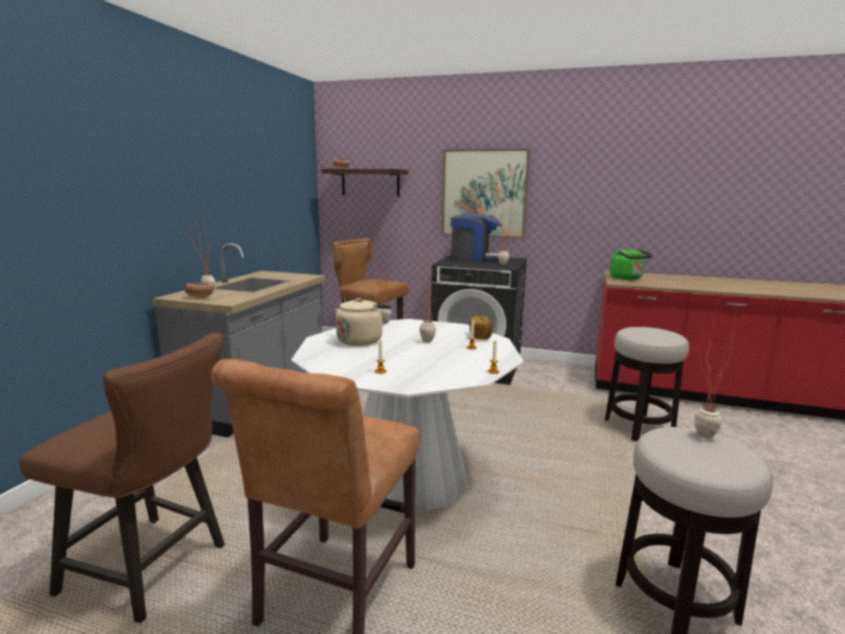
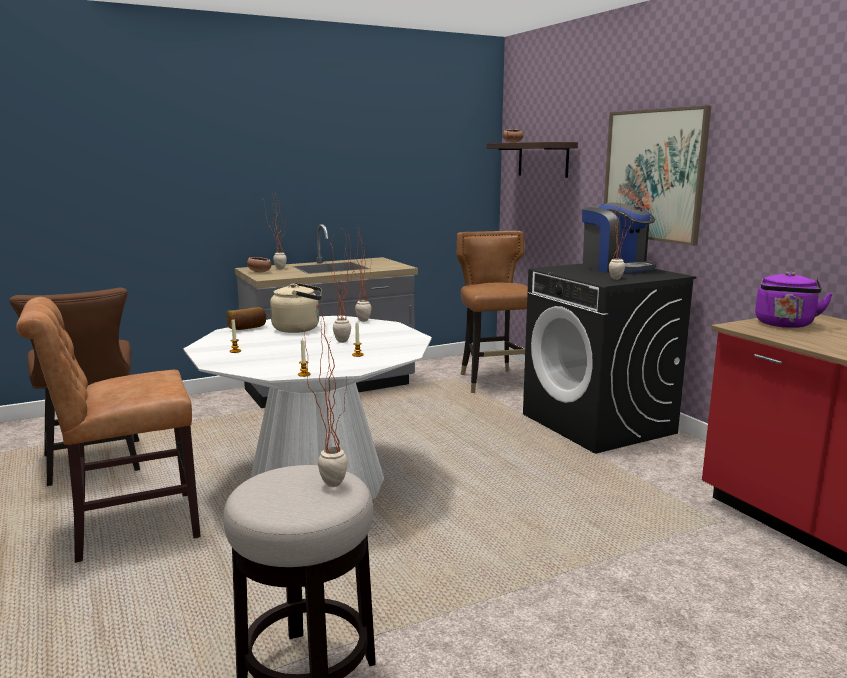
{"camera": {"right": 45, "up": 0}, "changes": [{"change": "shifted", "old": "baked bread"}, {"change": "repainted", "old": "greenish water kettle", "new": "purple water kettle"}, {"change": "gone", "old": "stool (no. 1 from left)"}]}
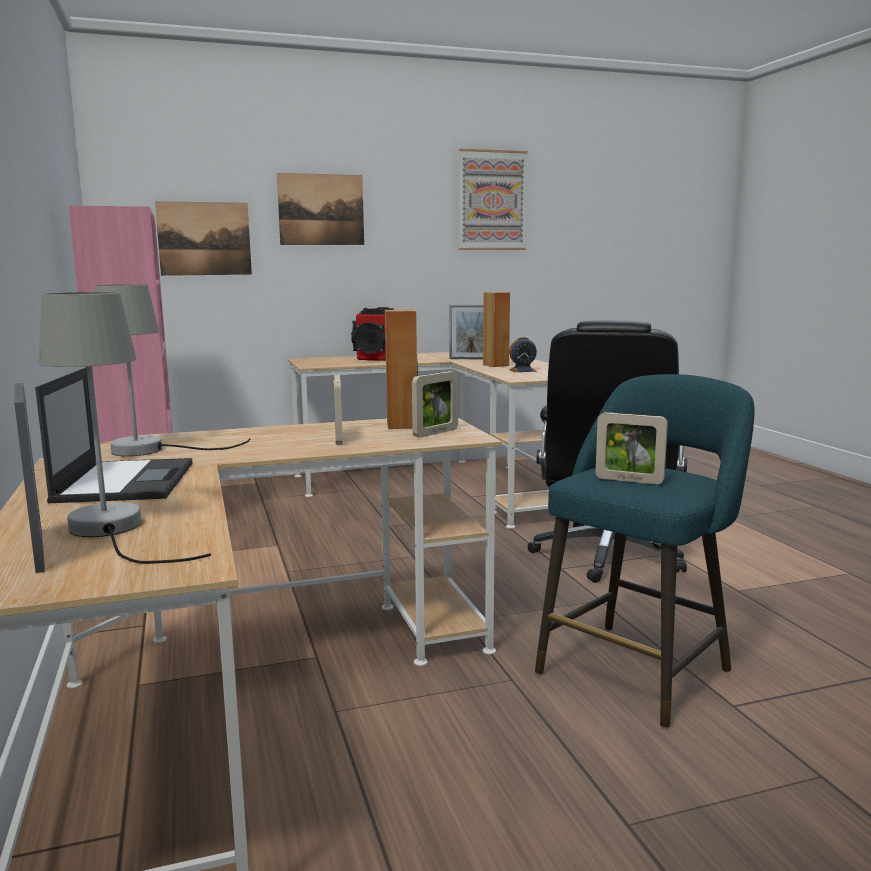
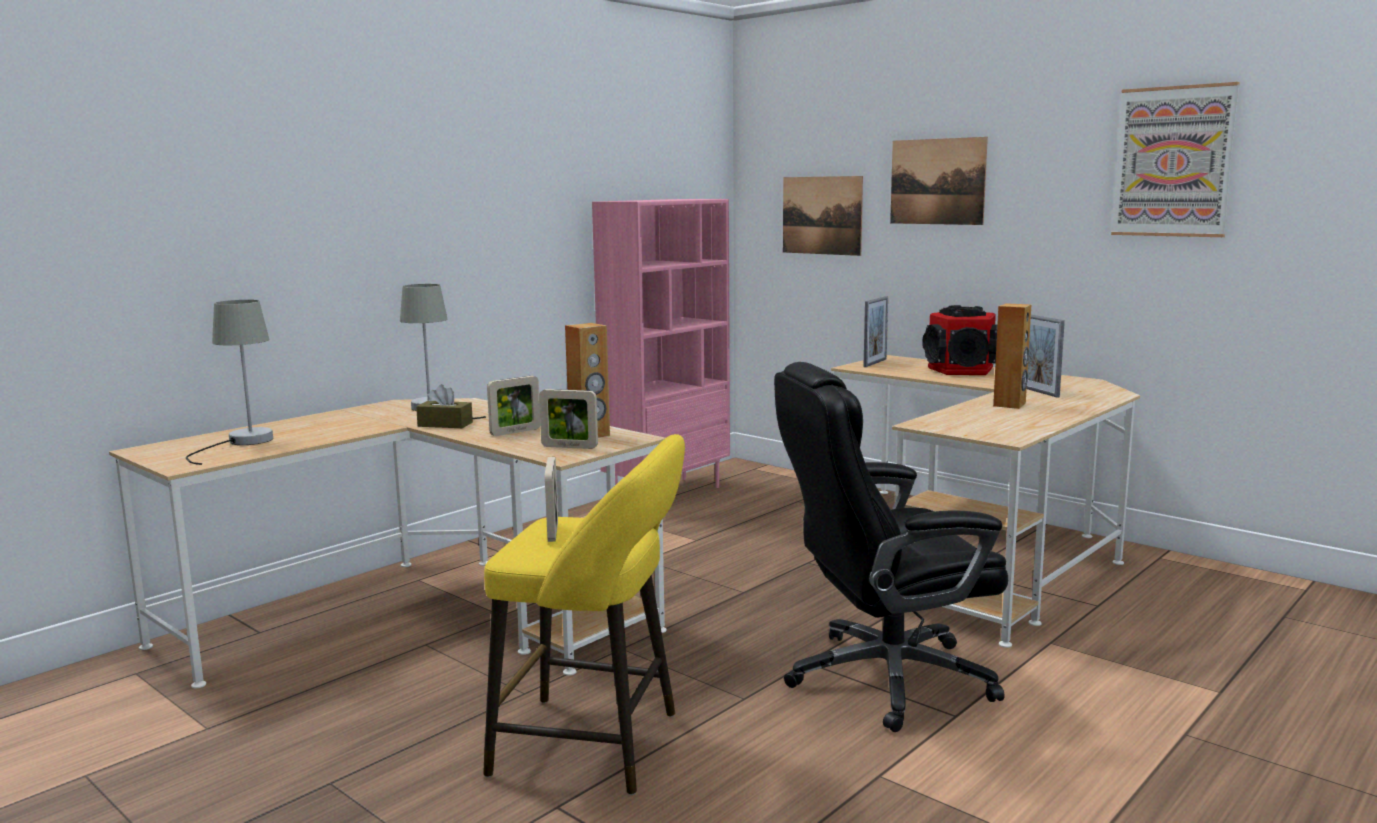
{"camera": {"right": 60, "up": 0}, "changes": [{"change": "new", "new": "brown tissue holder"}, {"change": "repainted", "old": "blue-green stool", "new": "yellow-coloured stool"}, {"change": "shifted", "old": "picture frame (no. 1 from left in the first image)", "new": "picture frame (no. 4 from left)"}, {"change": "gone", "old": "laptop"}, {"change": "gone", "old": "bedside clock"}]}
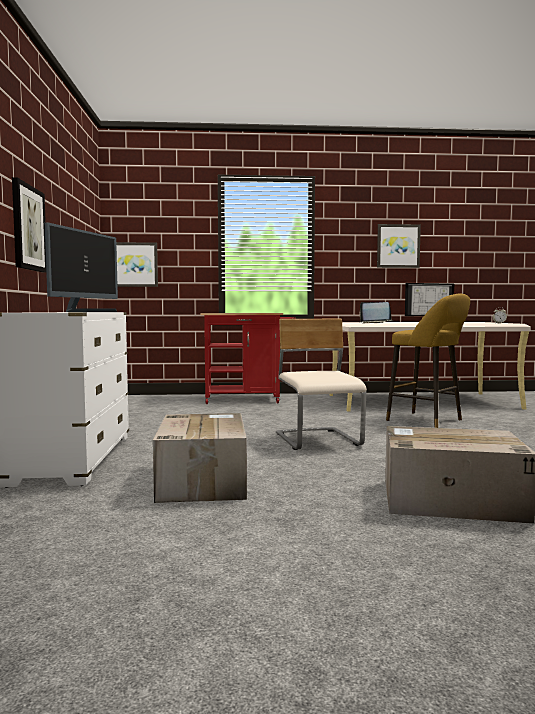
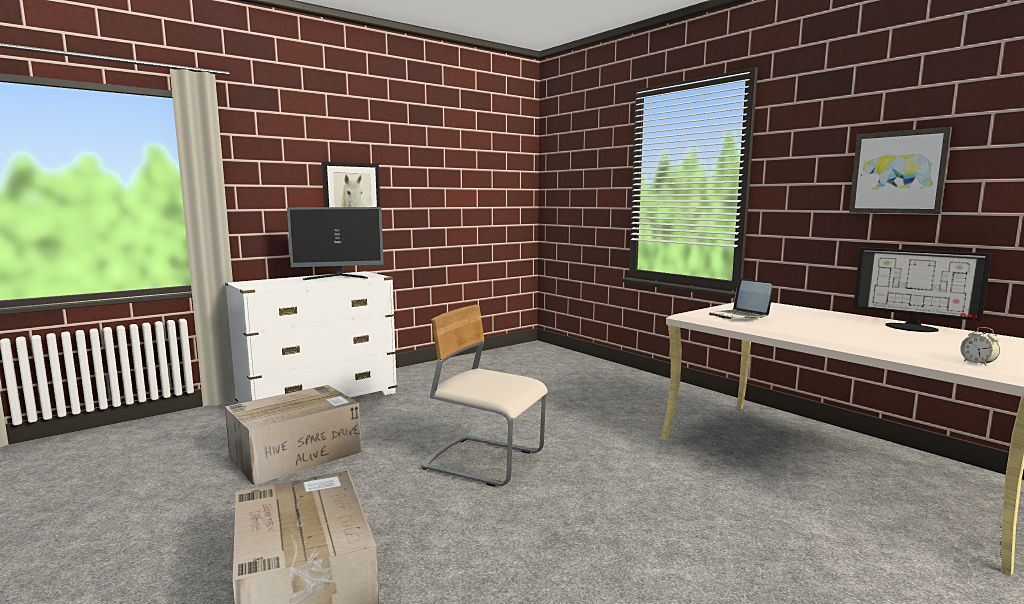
{"camera": {"right": 55, "up": 5}, "changes": [{"change": "rotated", "old": "beige-coloured chair", "degrees": -105}, {"change": "gone", "old": "wall art (no. 2 from left)"}, {"change": "gone", "old": "reddish trolley"}, {"change": "gone", "old": "yellow-coloured stool"}]}
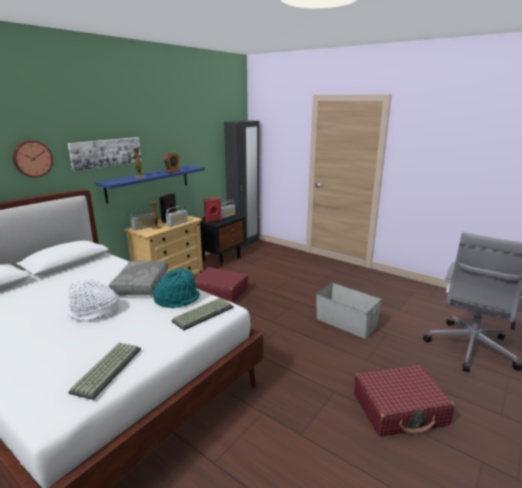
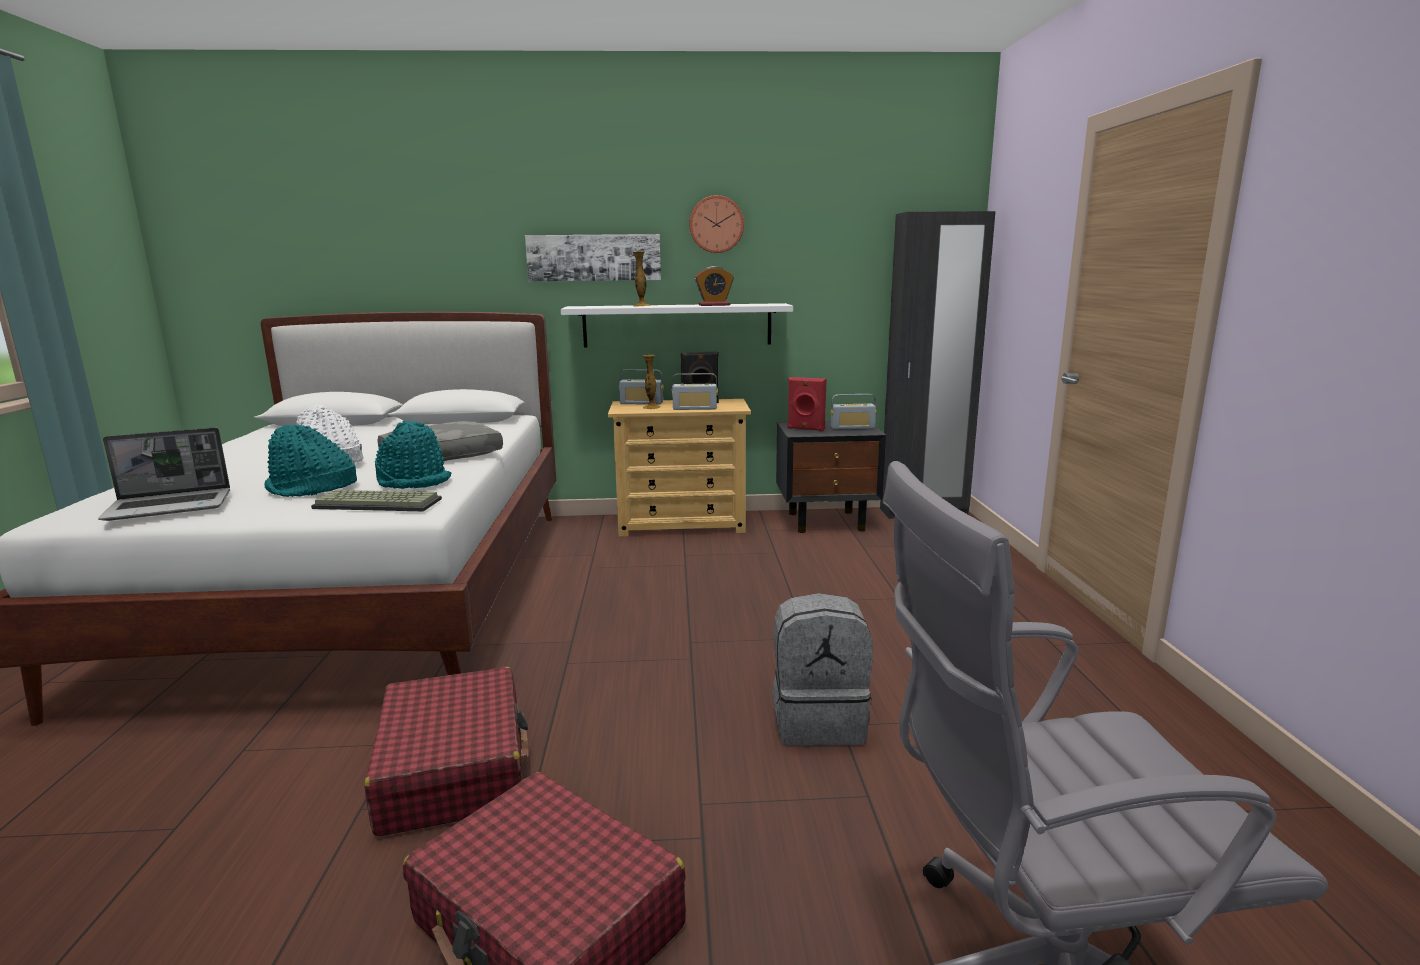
{"camera": {"right": 50, "up": -5}, "changes": [{"change": "swapped", "old": "PC keyboard (no. 1 from left)", "new": "laptop"}, {"change": "new", "new": "blue-green clothing hat (no. 1 from left)"}, {"change": "shifted", "old": "reddish piece of luggage (no. 1 from left)"}, {"change": "repainted", "old": "blue-coloured bracket shelf", "new": "whitish bracket shelf"}, {"change": "shifted", "old": "clock on the wall"}, {"change": "swapped", "old": "grey storage bin", "new": "grey backpack"}]}
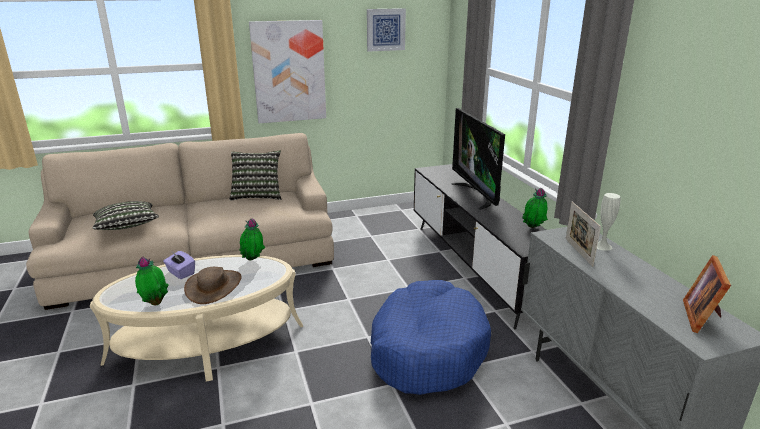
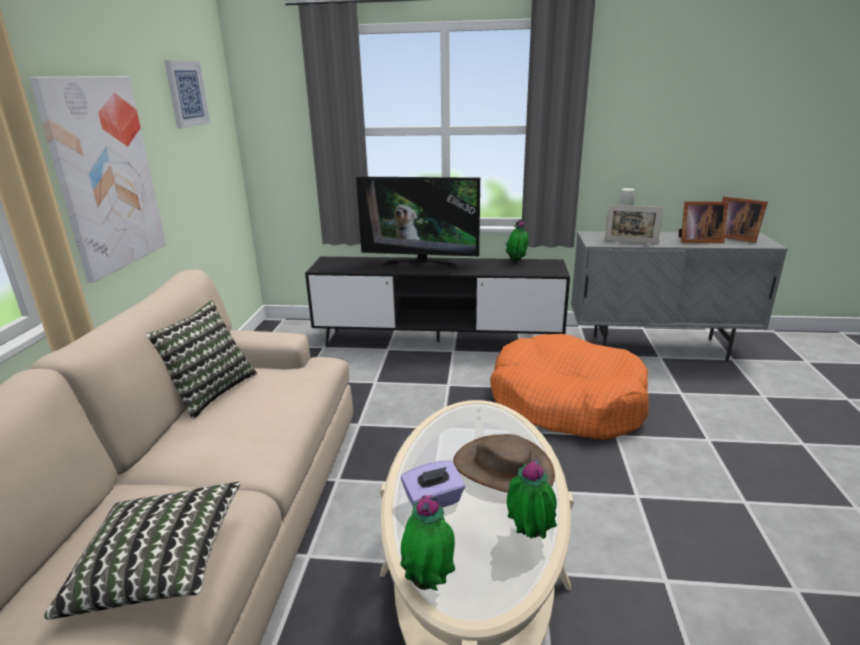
{"camera": {"right": -65, "up": 0}, "changes": [{"change": "shifted", "old": "potted plant (no. 2 from left in the first image)", "new": "potted plant (no. 1 from left)"}, {"change": "repainted", "old": "blue-coloured pet bed", "new": "orange pet bed"}, {"change": "new", "new": "picture frame (no. 2 from left)"}]}
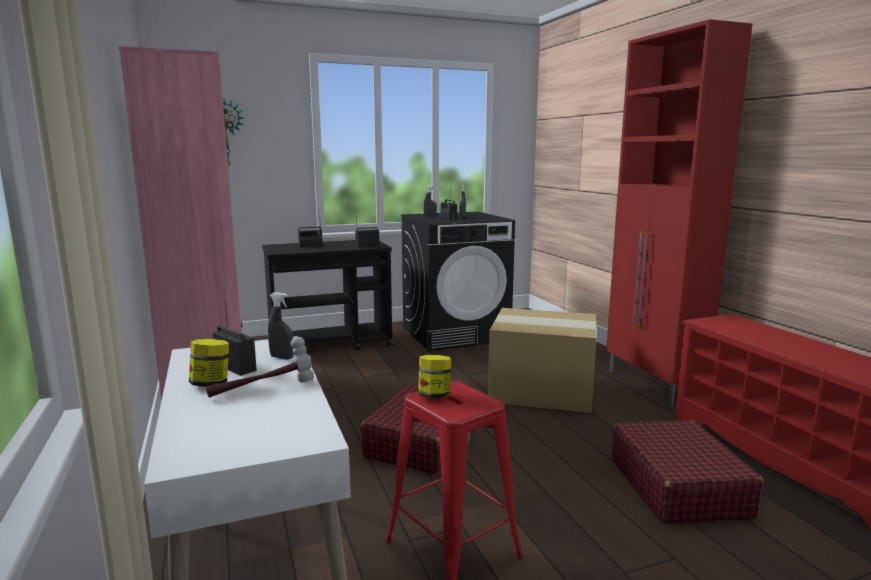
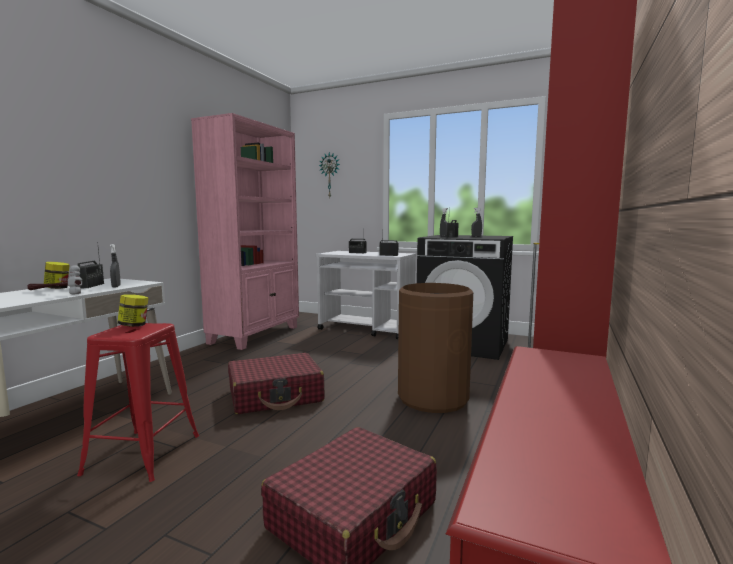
{"camera": {"right": 45, "up": -5}, "changes": [{"change": "repainted", "old": "black-coloured trolley", "new": "whitish trolley"}, {"change": "swapped", "old": "cardboard box", "new": "brown waste bin"}]}
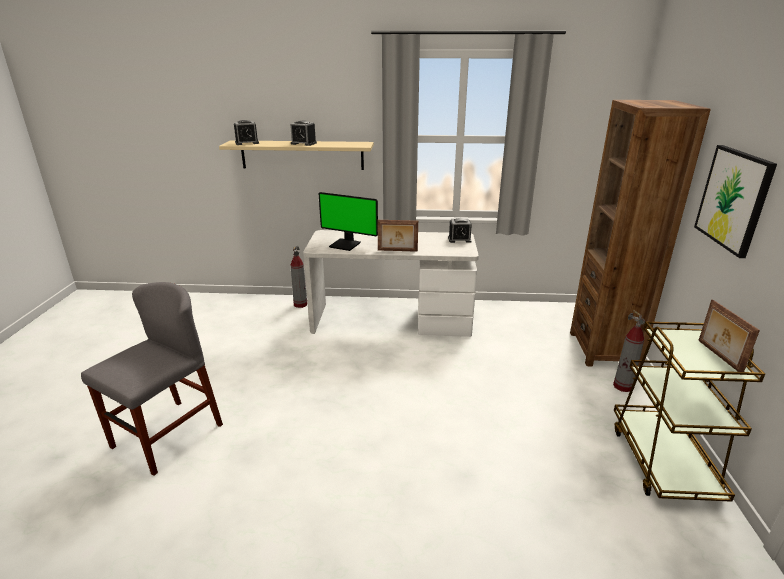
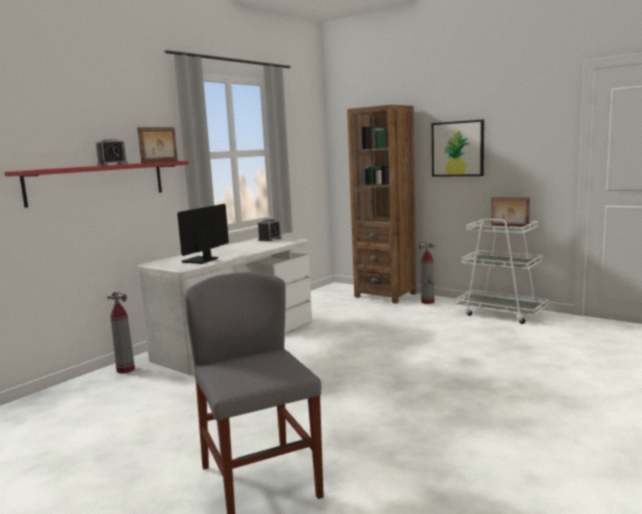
{"camera": {"right": -55, "up": -15}, "changes": [{"change": "repainted", "old": "beige-coloured bracket shelf", "new": "reddish bracket shelf"}, {"change": "shifted", "old": "picture frame (no. 1 from left)"}, {"change": "rotated", "old": "monitor", "degrees": 150}, {"change": "repainted", "old": "brown trolley", "new": "whitish trolley"}, {"change": "gone", "old": "bedside clock (no. 1 from left)"}]}
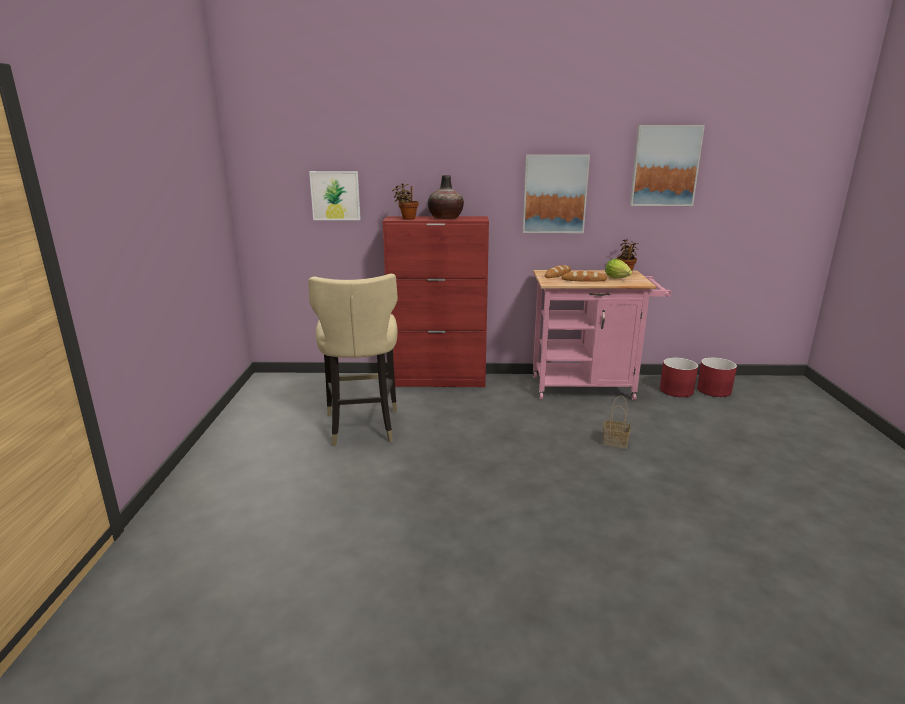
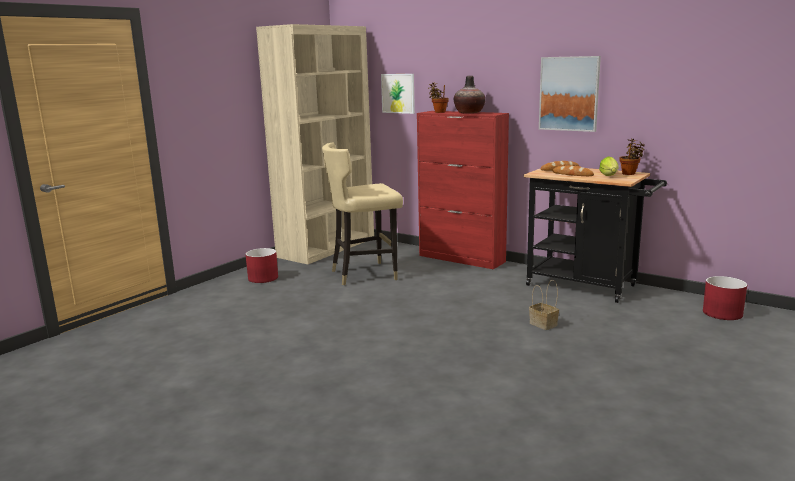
{"camera": {"right": 35, "up": -5}, "changes": [{"change": "shifted", "old": "reddish planter (no. 1 from left)"}, {"change": "new", "new": "beige-coloured bookcase"}, {"change": "rotated", "old": "beige-coloured chair", "degrees": 45}, {"change": "repainted", "old": "pink trolley", "new": "black-coloured trolley"}, {"change": "gone", "old": "wall art (no. 3 from left)"}]}
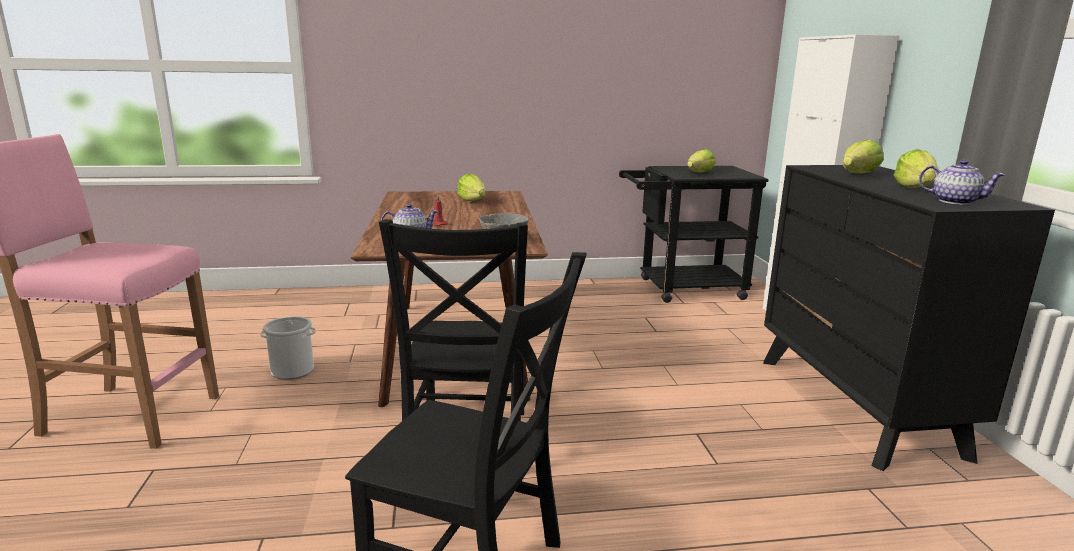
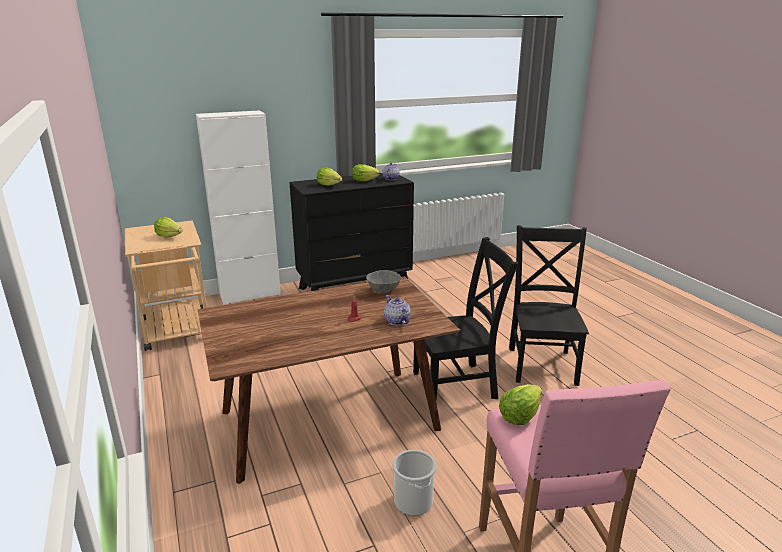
{"camera": {"right": -105, "up": 5}, "changes": [{"change": "repainted", "old": "black-coloured trolley", "new": "beige-coloured trolley"}, {"change": "shifted", "old": "head of lettuce (no. 1 from left in the first image)", "new": "head of lettuce (no. 4 from left)"}]}
